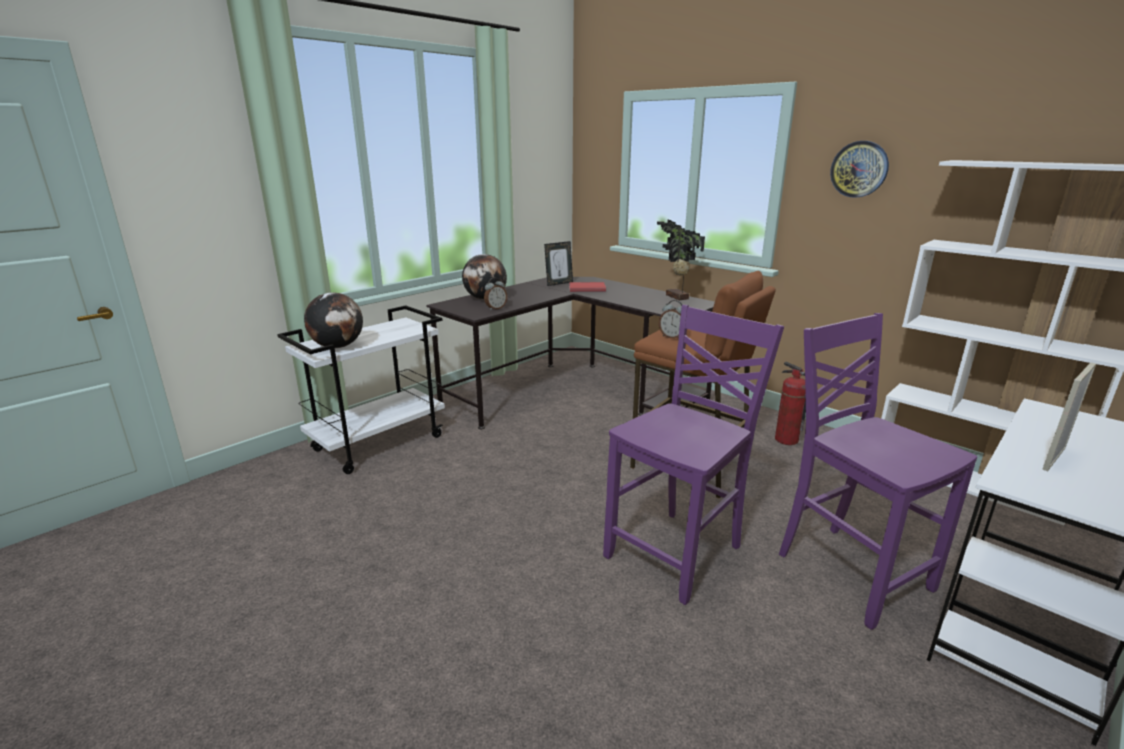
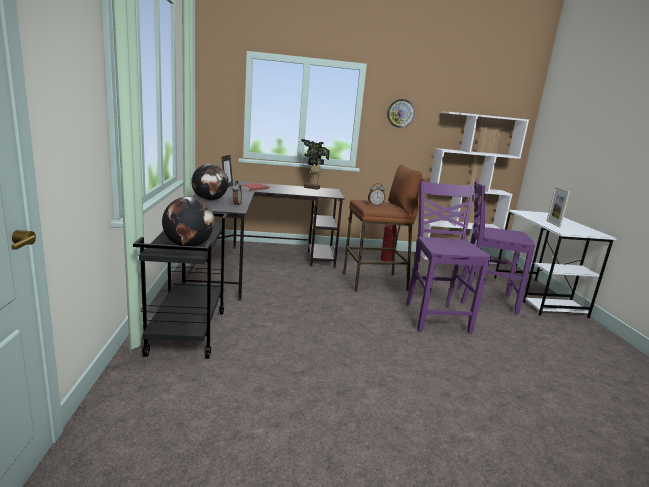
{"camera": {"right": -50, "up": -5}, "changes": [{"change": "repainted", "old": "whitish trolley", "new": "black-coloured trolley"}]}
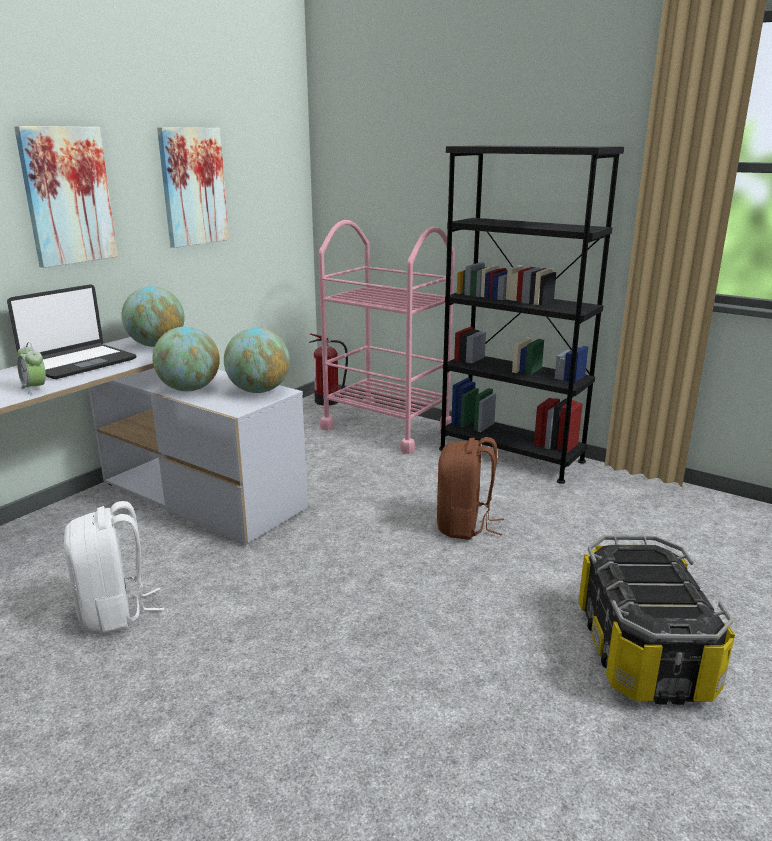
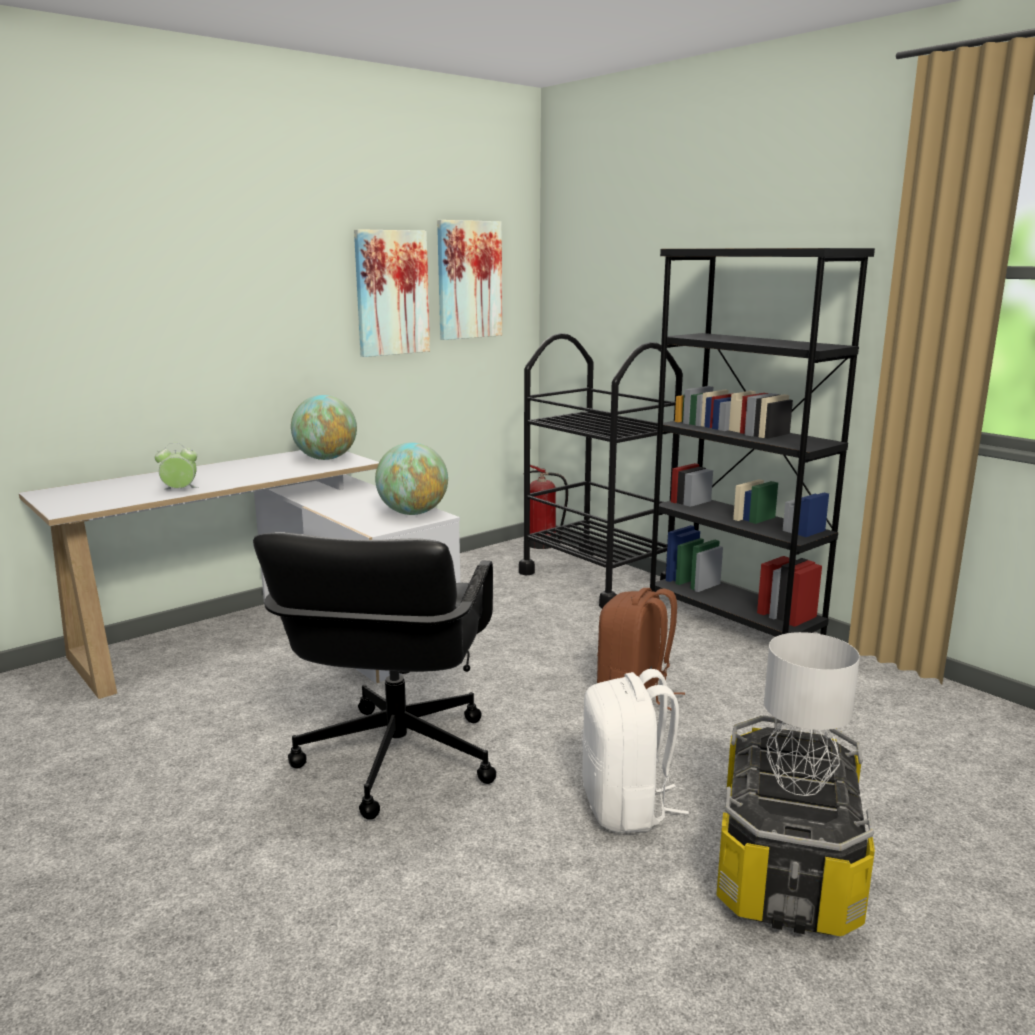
{"camera": {"right": 15, "up": -5}, "changes": [{"change": "rotated", "old": "bedside clock", "degrees": 105}, {"change": "new", "new": "black-coloured desk chair"}, {"change": "shifted", "old": "wall art (no. 1 from left in the first image)", "new": "wall art (no. 2 from left)"}, {"change": "repainted", "old": "pink trolley", "new": "black-coloured trolley"}, {"change": "shifted", "old": "whitish backpack"}, {"change": "new", "new": "grey table lamp"}, {"change": "gone", "old": "laptop"}, {"change": "gone", "old": "globe (no. 2 from left)"}]}
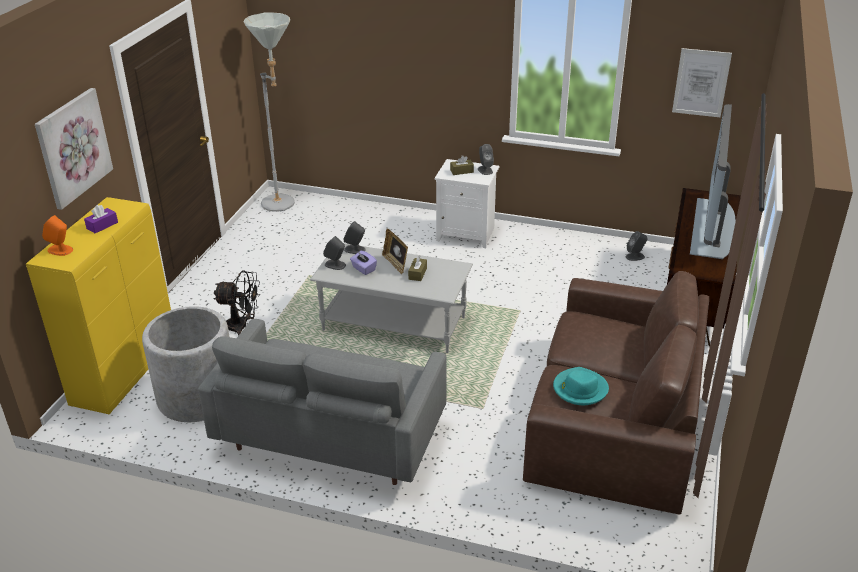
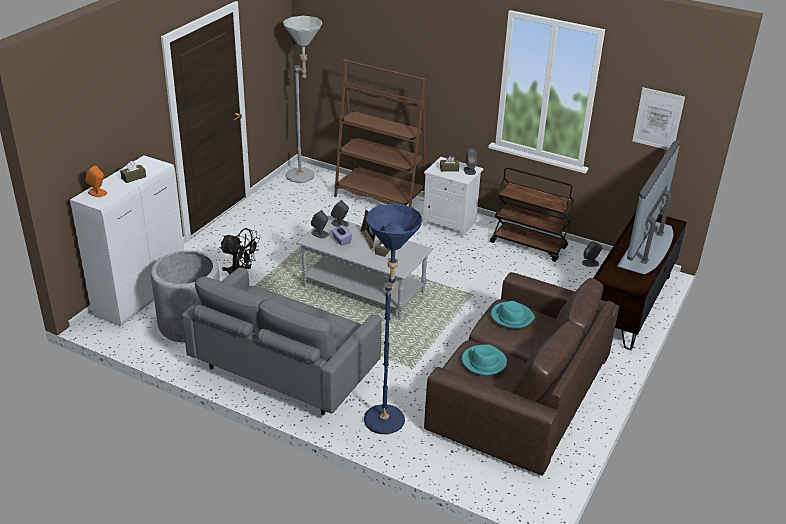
{"camera": {"right": 10, "up": 0}, "changes": [{"change": "repainted", "old": "yellow-coloured cabinet", "new": "whitish cabinet"}, {"change": "repainted", "old": "purple tissue holder (no. 1 from left)", "new": "brown tissue holder (no. 1 from left)"}, {"change": "new", "new": "brown bookcase"}, {"change": "new", "new": "blue-coloured standard lamp"}, {"change": "new", "new": "brown trolley"}, {"change": "new", "new": "blue-green clothing hat (no. 2 from left)"}, {"change": "gone", "old": "wall art (no. 1 from left)"}]}
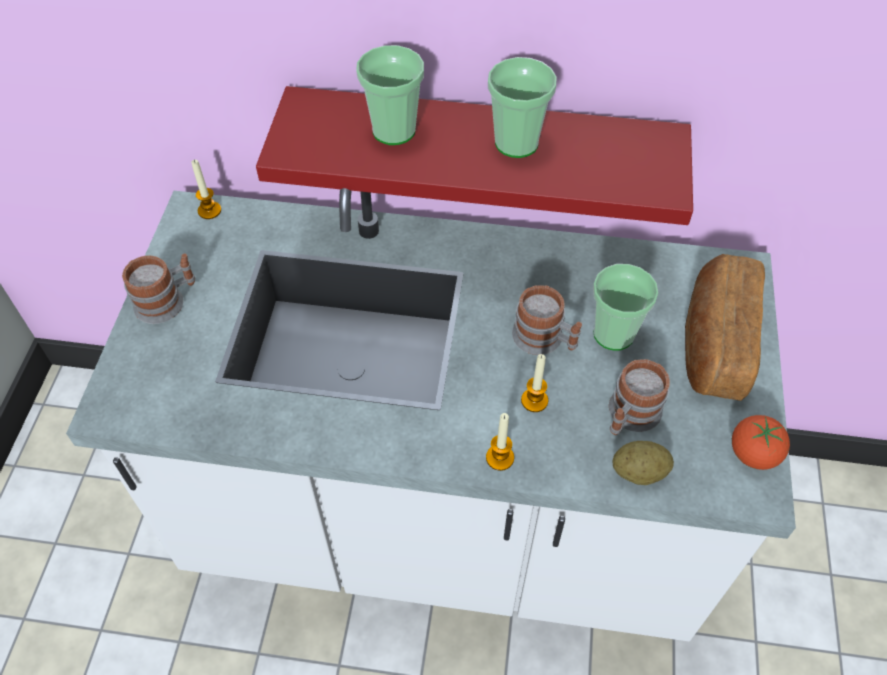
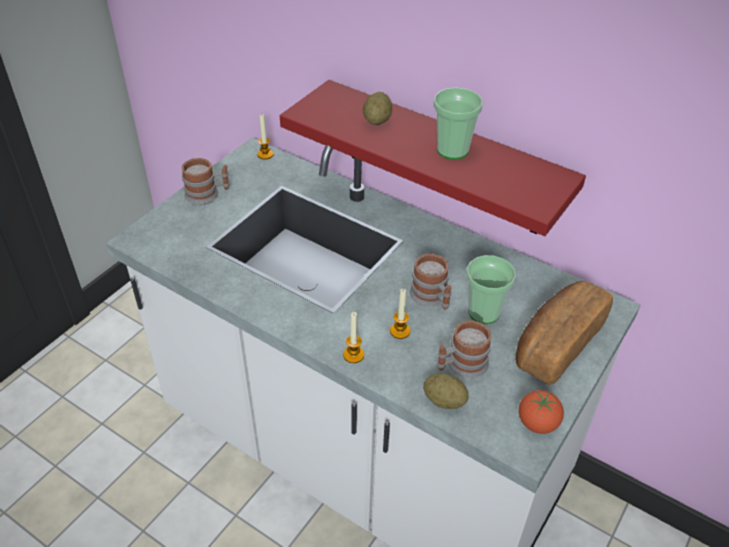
{"camera": {"right": 25, "up": -10}, "changes": [{"change": "swapped", "old": "small cup (no. 1 from left)", "new": "spud (no. 1 from left)"}]}
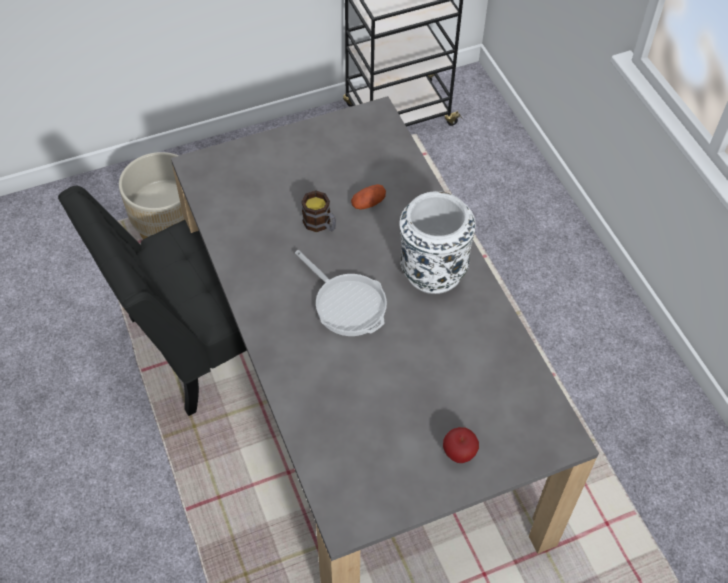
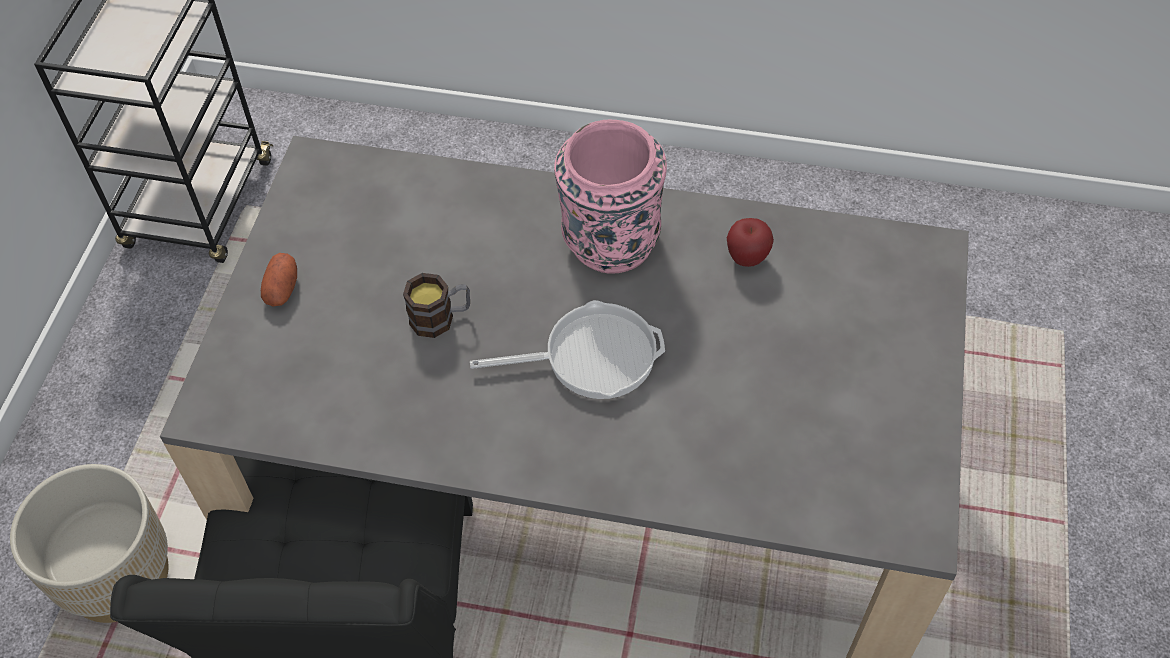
{"camera": {"right": -55, "up": 0}, "changes": [{"change": "shifted", "old": "spud"}, {"change": "repainted", "old": "whitish decorative vase", "new": "pink decorative vase"}, {"change": "shifted", "old": "apple fruit"}]}
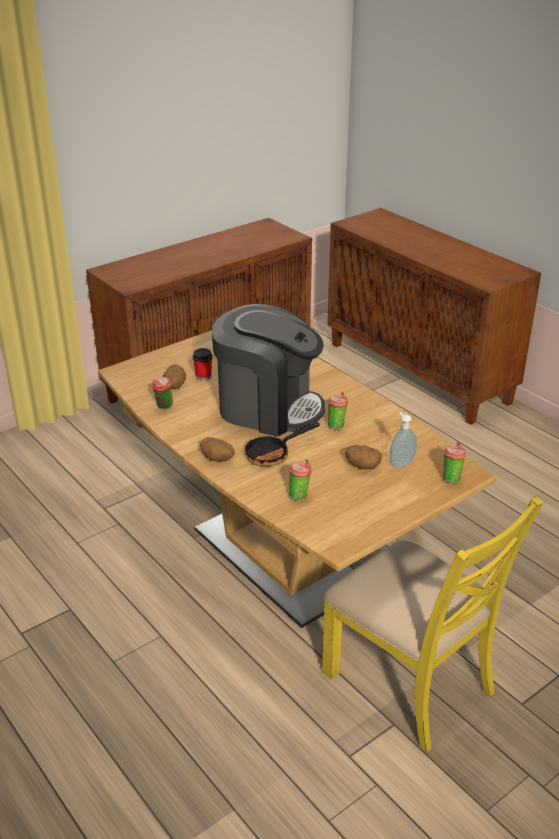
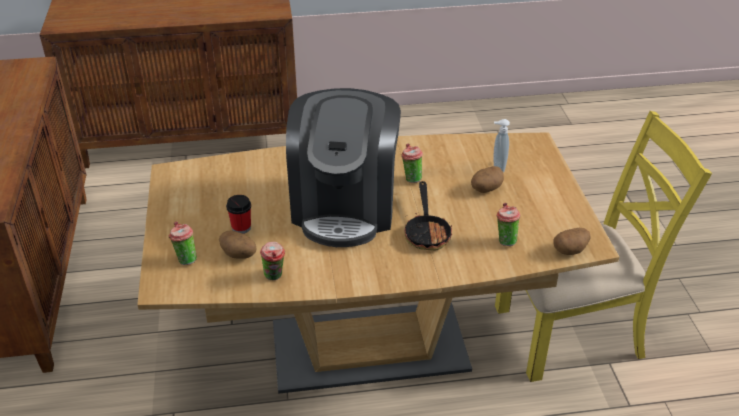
{"camera": {"right": -60, "up": 5}, "changes": [{"change": "shifted", "old": "small cup (no. 5 from left in the first image)", "new": "small cup (no. 1 from left)"}, {"change": "rotated", "old": "coffee brewer", "degrees": 135}, {"change": "shifted", "old": "spud (no. 2 from left in the first image)", "new": "spud (no. 3 from left)"}]}
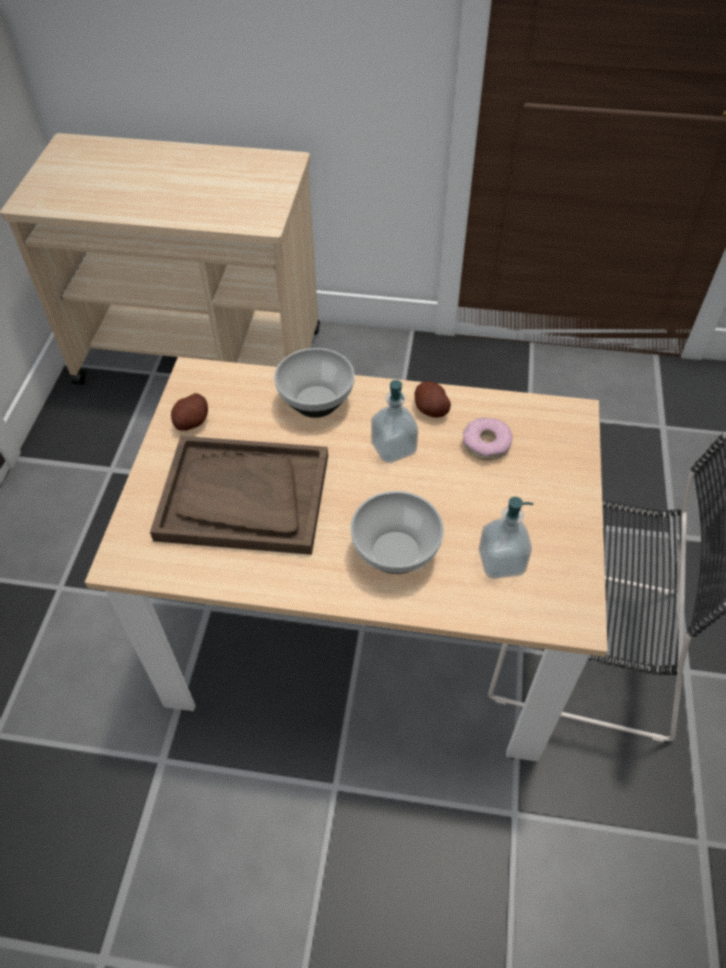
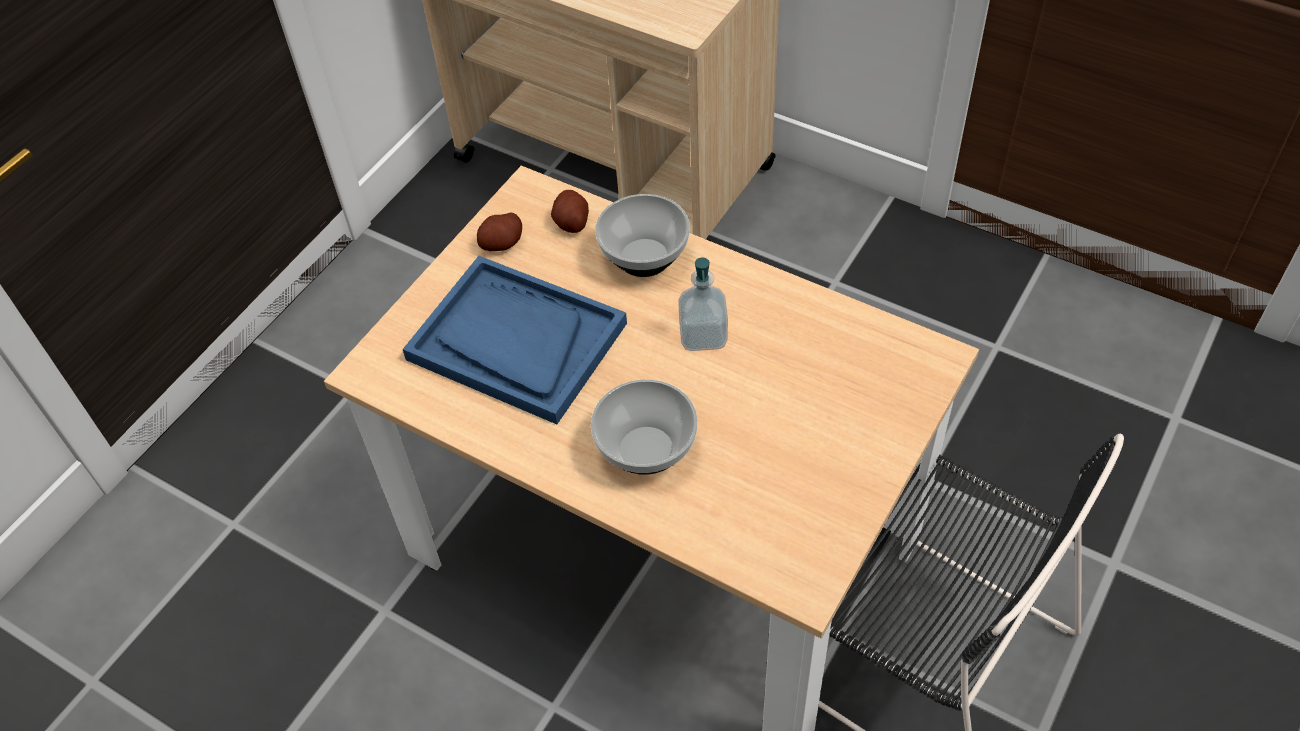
{"camera": {"right": 25, "up": 0}, "changes": [{"change": "repainted", "old": "brown carrying tray", "new": "blue-coloured carrying tray"}, {"change": "shifted", "old": "spud (no. 2 from left)"}, {"change": "gone", "old": "doughnut"}, {"change": "gone", "old": "soap bottle (no. 2 from left)"}]}
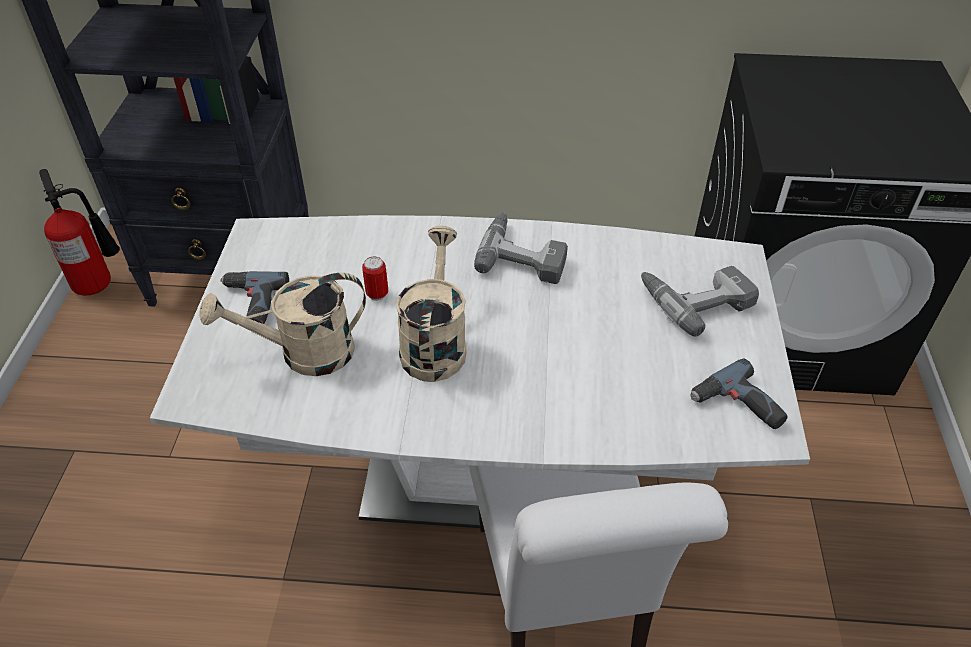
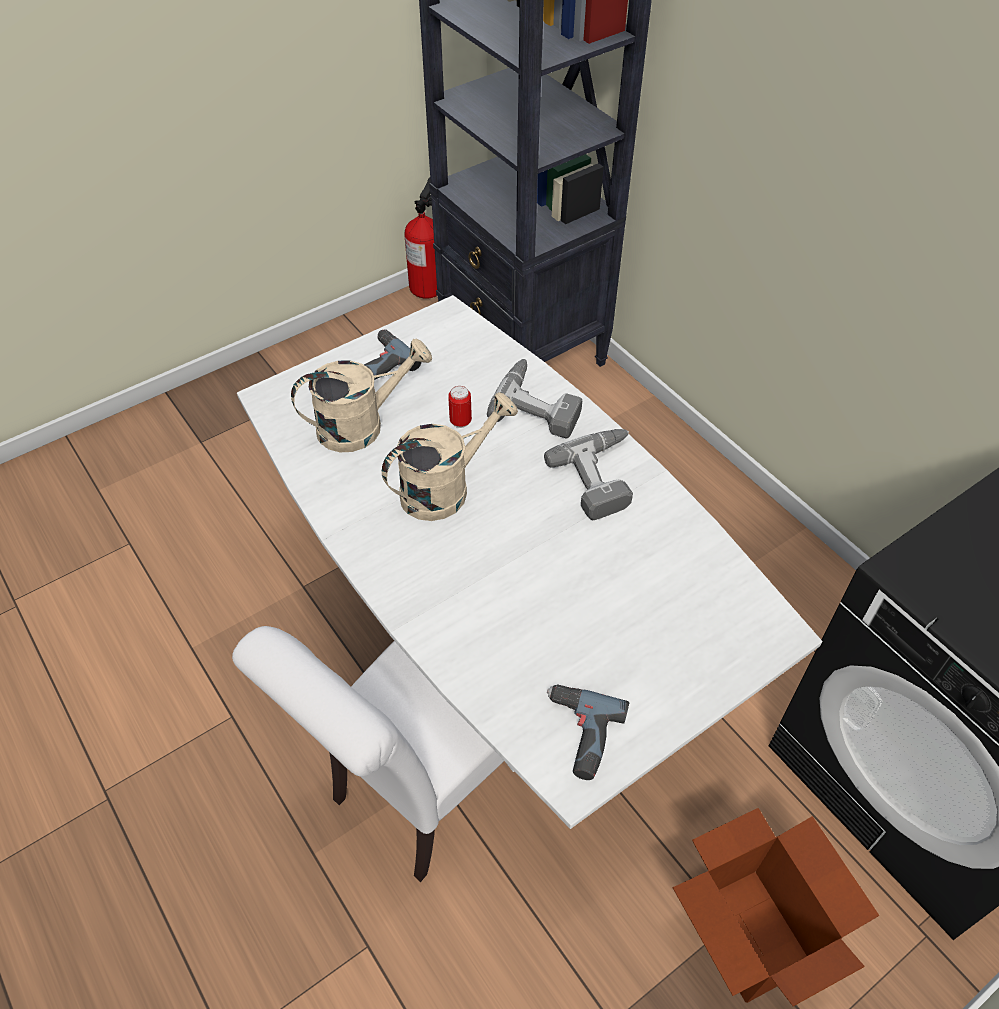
{"camera": {"right": 50, "up": 5}, "changes": [{"change": "rotated", "old": "beige-coloured watering can (no. 1 from left)", "degrees": 120}, {"change": "shifted", "old": "drill (no. 3 from left in the first image)", "new": "drill (no. 2 from left)"}, {"change": "new", "new": "cardboard box"}]}
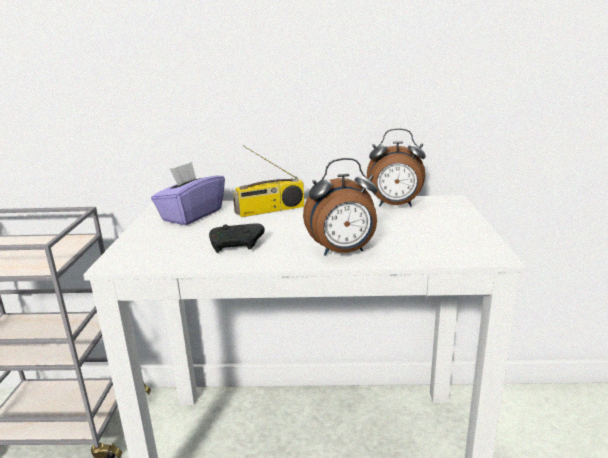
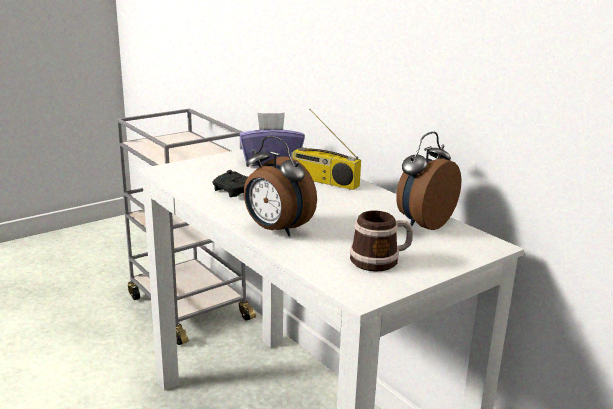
{"camera": {"right": 50, "up": 0}, "changes": [{"change": "new", "new": "tea mug"}, {"change": "rotated", "old": "bedside clock (no. 2 from left)", "degrees": 75}]}
